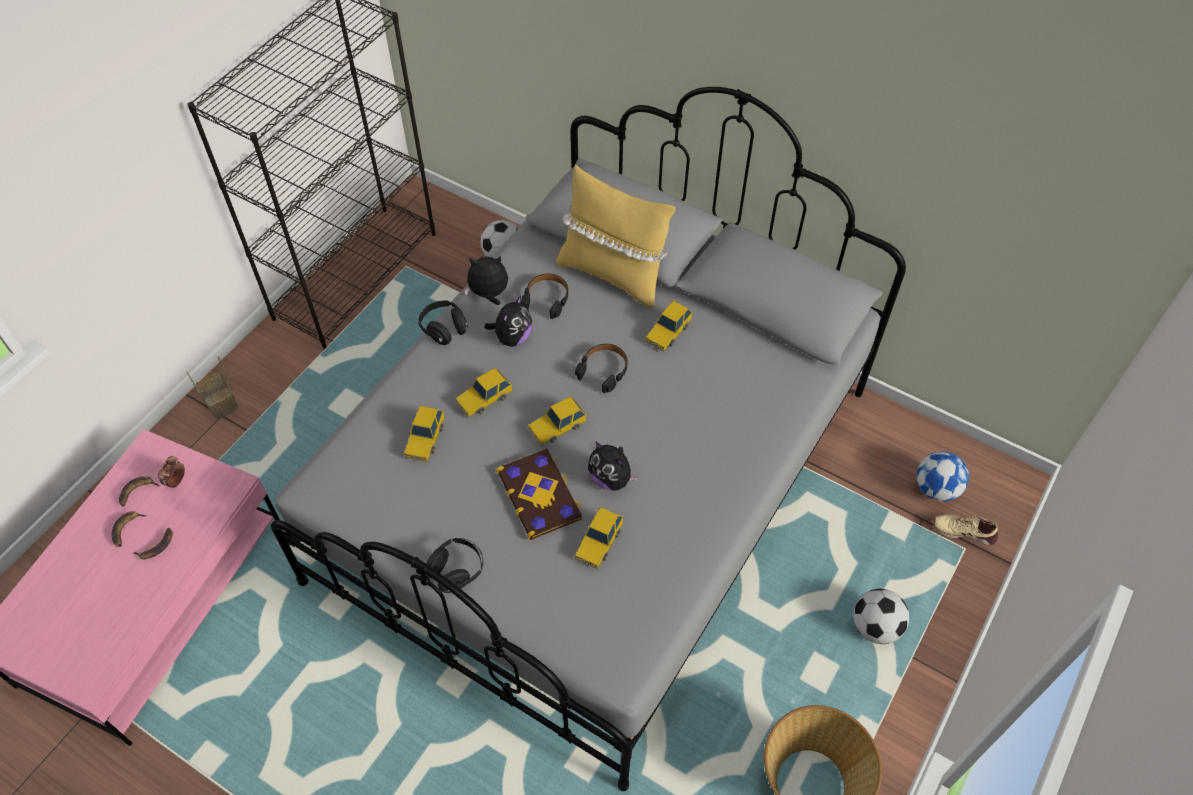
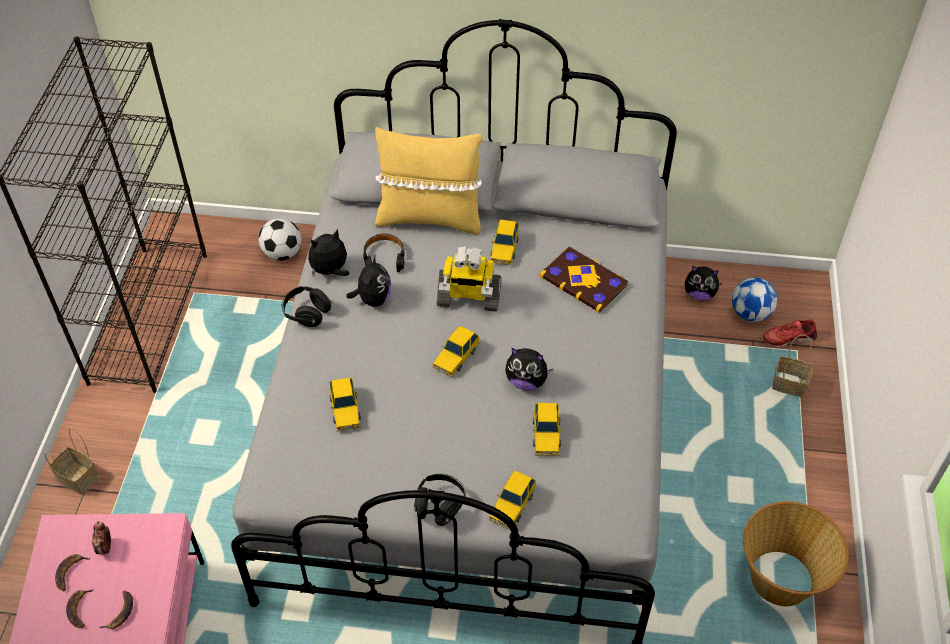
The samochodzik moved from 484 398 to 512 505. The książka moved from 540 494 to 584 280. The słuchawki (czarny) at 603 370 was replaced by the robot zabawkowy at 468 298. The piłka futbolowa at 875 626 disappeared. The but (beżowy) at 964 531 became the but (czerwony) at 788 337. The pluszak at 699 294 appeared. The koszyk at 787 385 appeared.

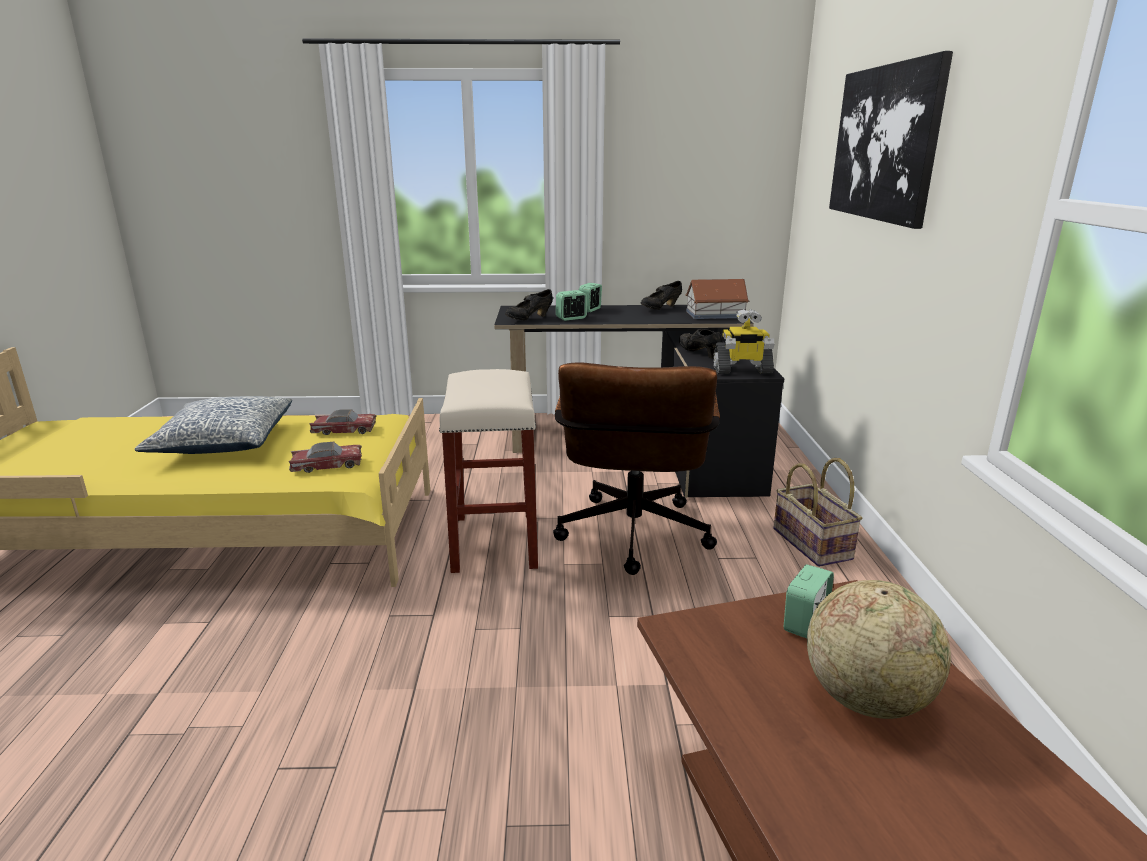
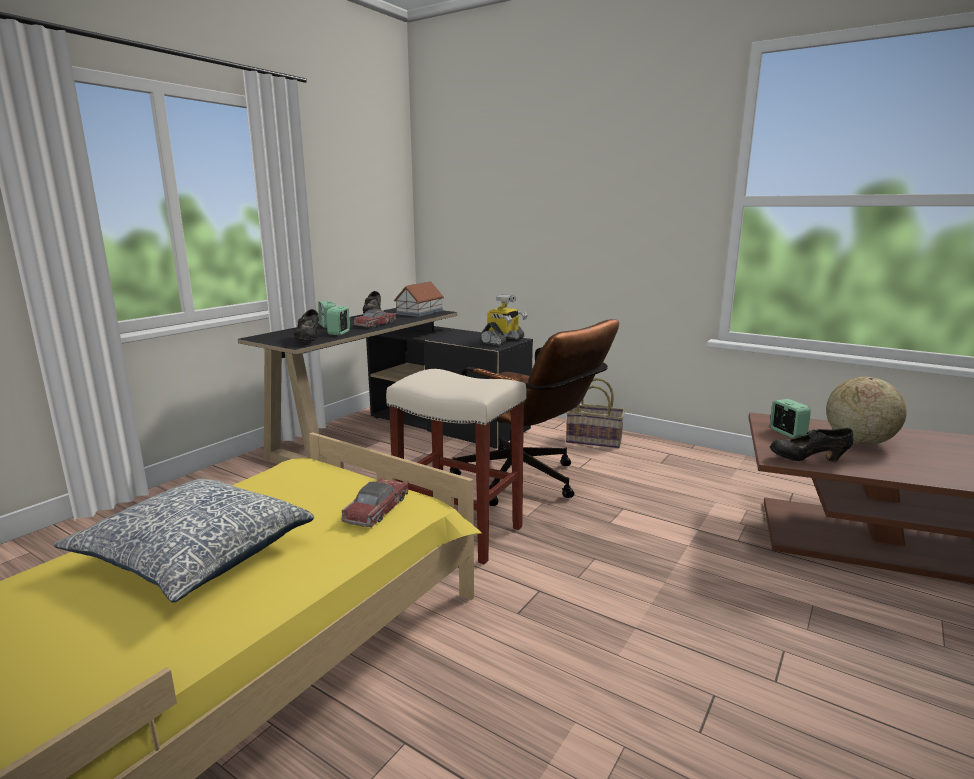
The samochodzik moved from 344 430 to 375 324. The but (czarny) moved from 699 353 to 807 460. The obraz at 884 143 disappeared.

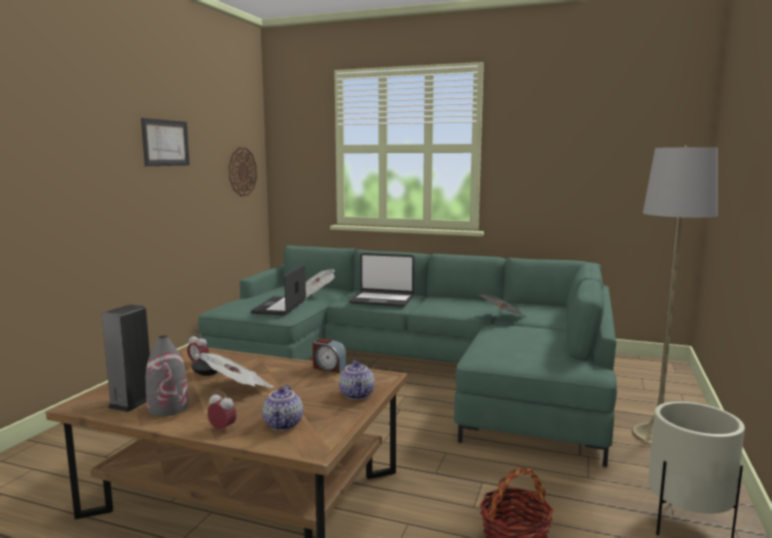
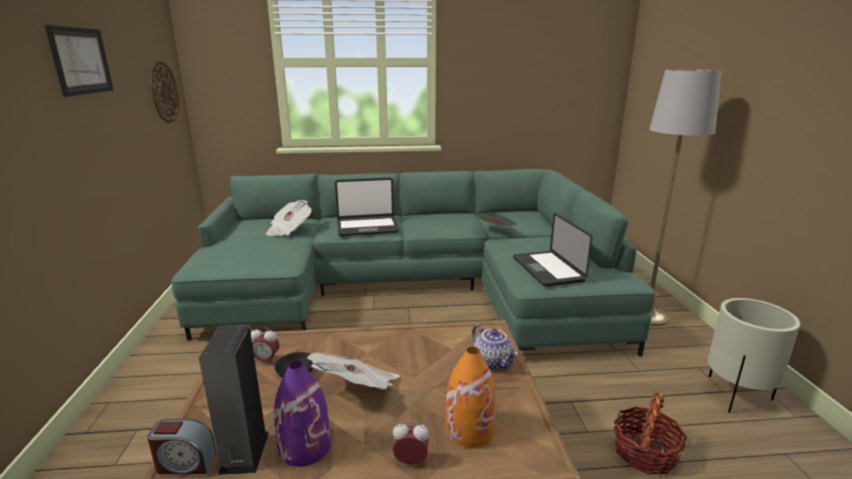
The wazon (szary) at 168 408 became the wazon (fioletowy) at 305 446. The laptop moved from 279 307 to 547 269. The imbryk at 284 425 was replaced by the wazon (pomarańczowy) at 470 429. The budzik moved from 329 368 to 185 463.

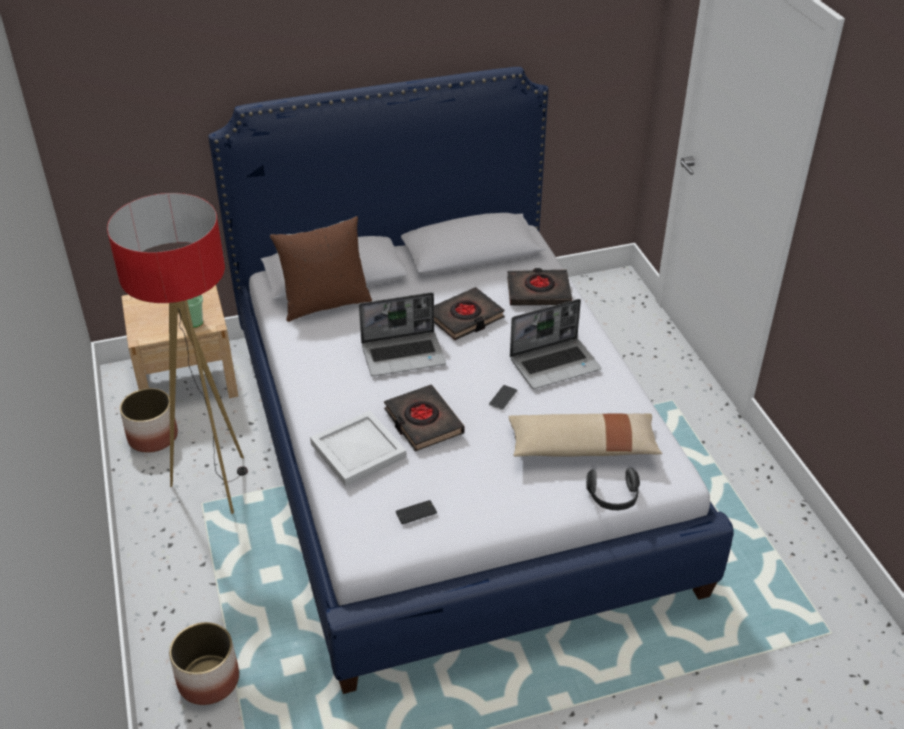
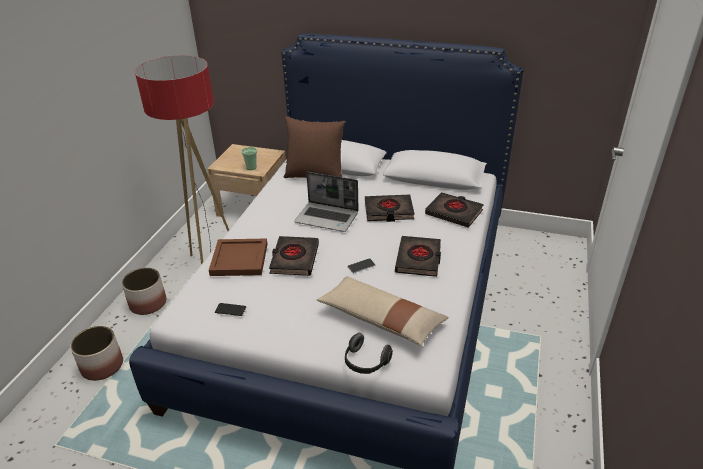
The donica moved from 153 436 to 148 303. The taca (biały) at 360 451 became the taca (brązowy) at 240 260. The laptop at 555 364 was replaced by the książka (czarny) at 418 259.

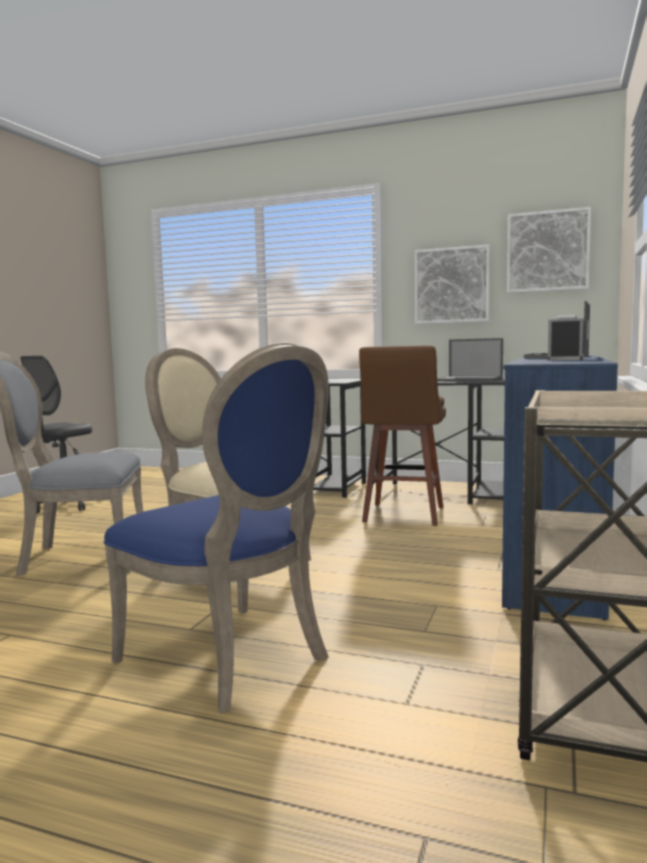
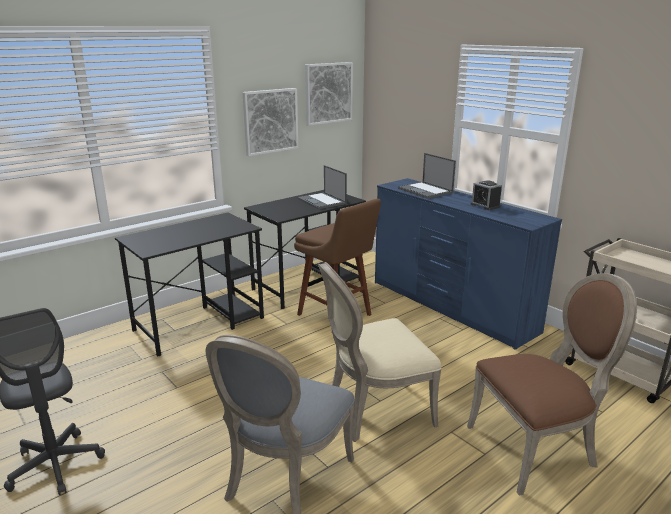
The krzesło (niebieski) at 232 659 became the krzesło (brązowy) at 536 448. The laptop at 471 380 turned 90 degrees clockwise.

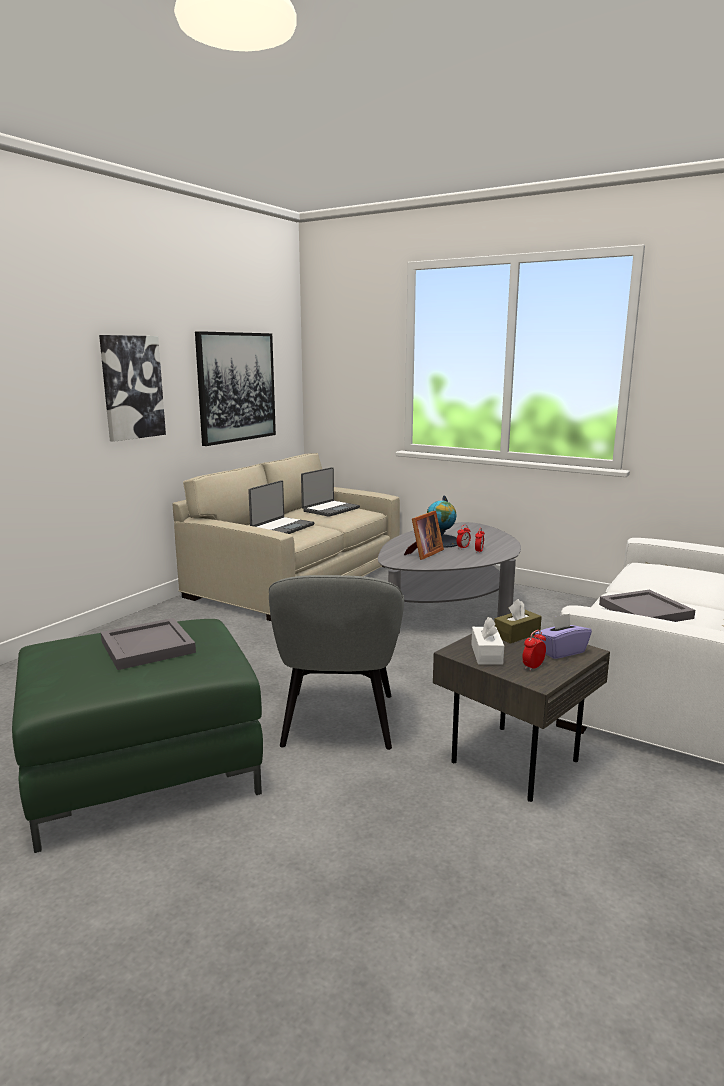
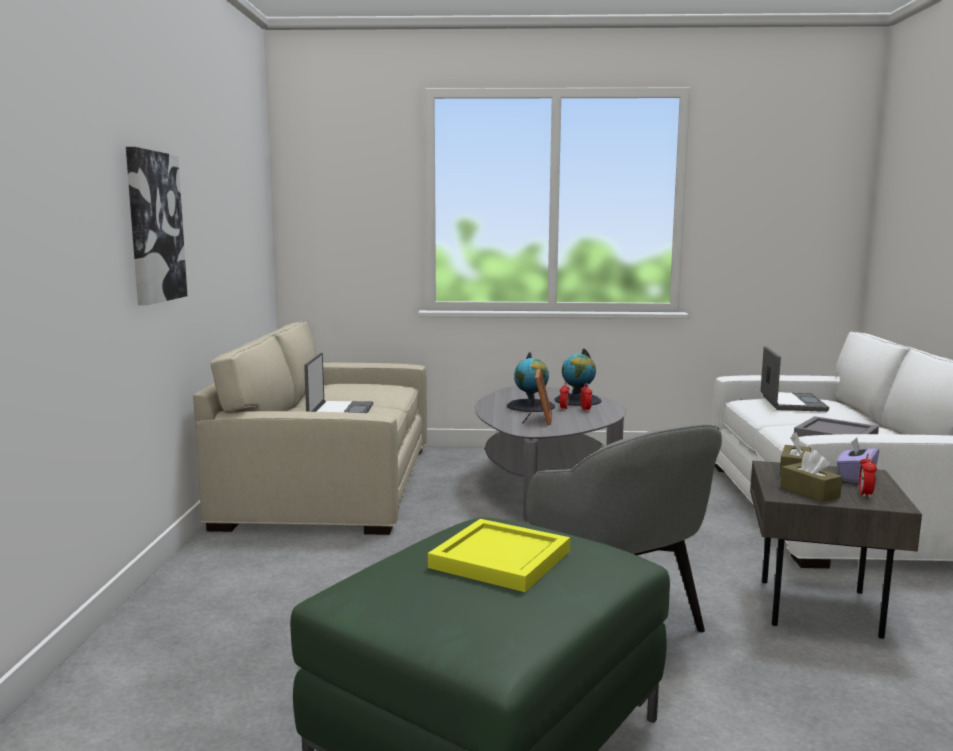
The taca (szary) at 148 646 became the taca (żółty) at 499 558. The obraz at 236 387 disappeared. The laptop moved from 330 509 to 791 403. The pudełko chusteczek (biały) at 486 654 became the pudełko chusteczek (brązowy) at 809 492. The globus at 578 400 appeared.

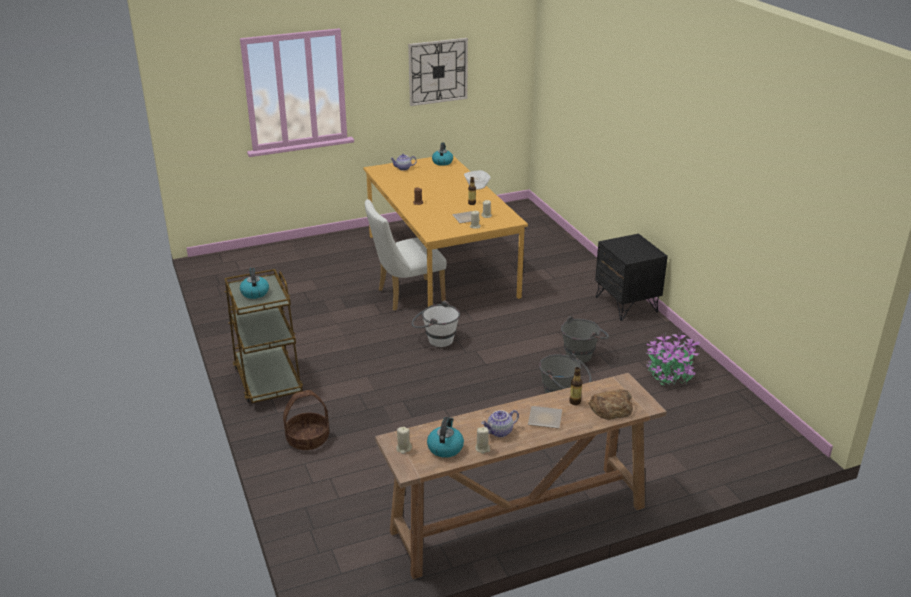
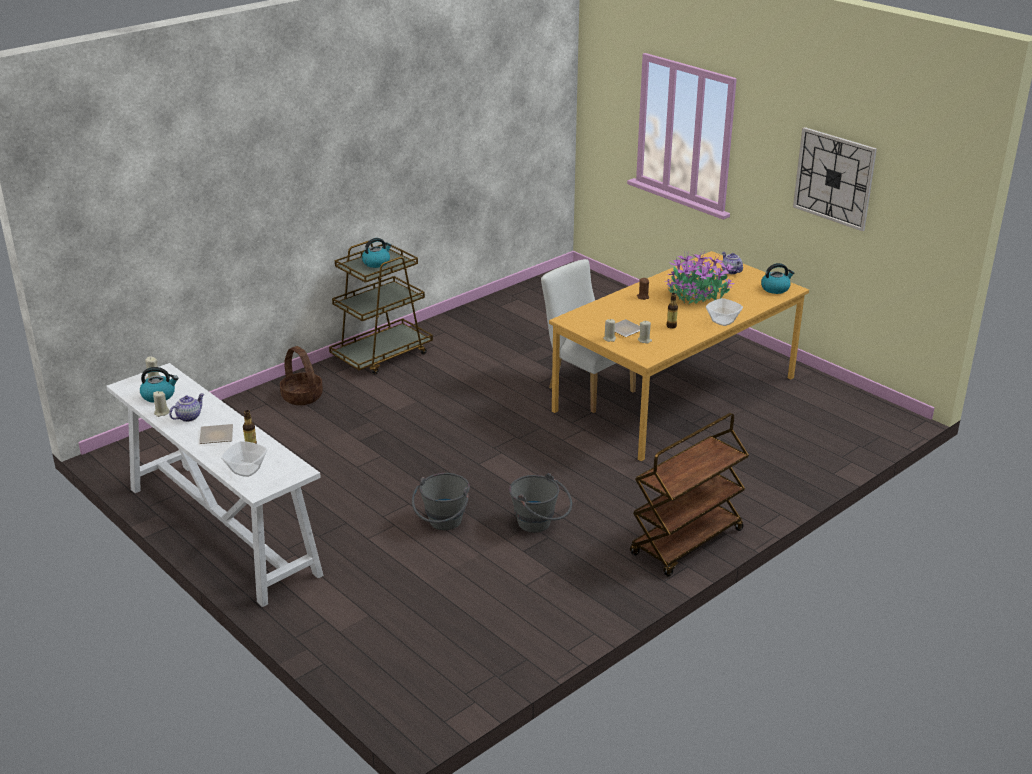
The stolik konsolowy (brązowy) at 517 520 became the stolik konsolowy (biały) at 221 530. The wiadro (biały) at 435 339 disappeared. The imbryk at 500 432 turned 90 degrees clockwise. The chleb at 611 408 was replaced by the miska at 247 469. The szafka nocna (czarny) at 627 304 was replaced by the wózek (brązowy) at 687 543. The roślina doniczkowa moved from 670 374 to 698 296.

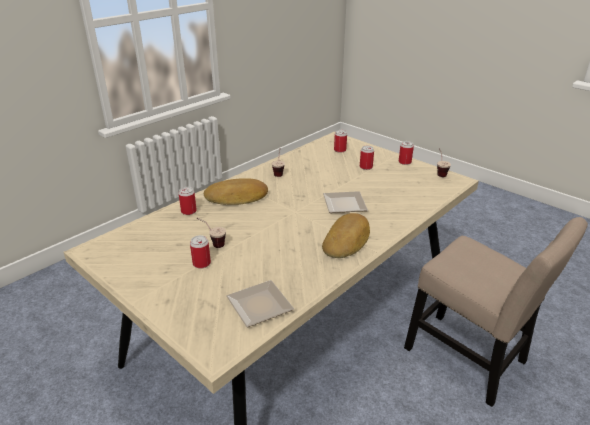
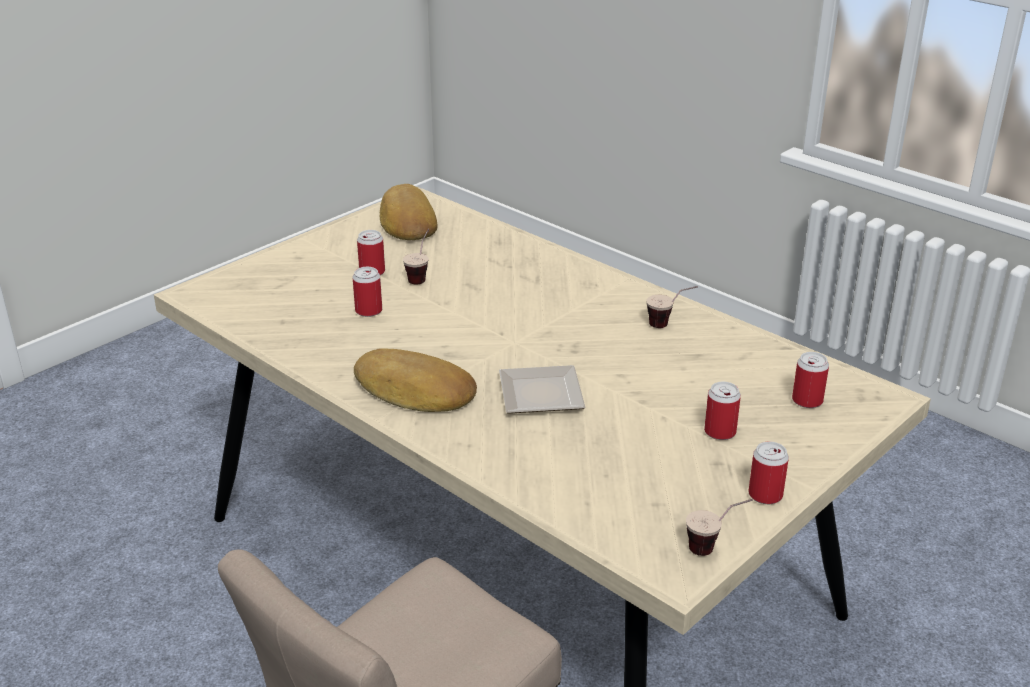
The puszka moved from 188 211 to 368 311. The chleb moved from 237 197 to 406 222. The talerz at 257 305 disappeared.

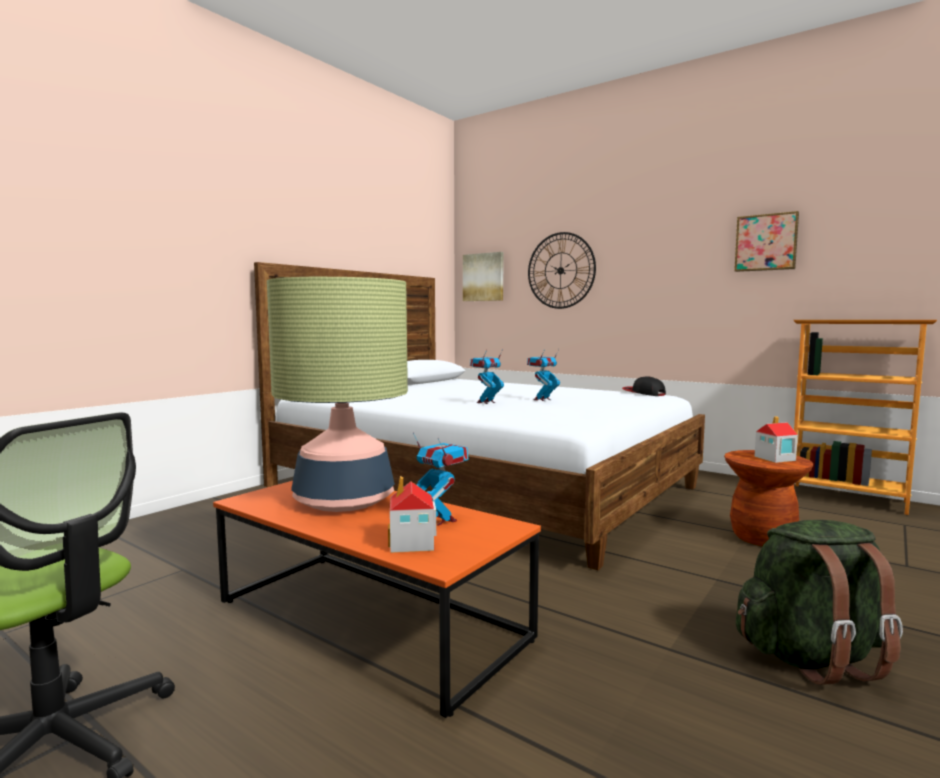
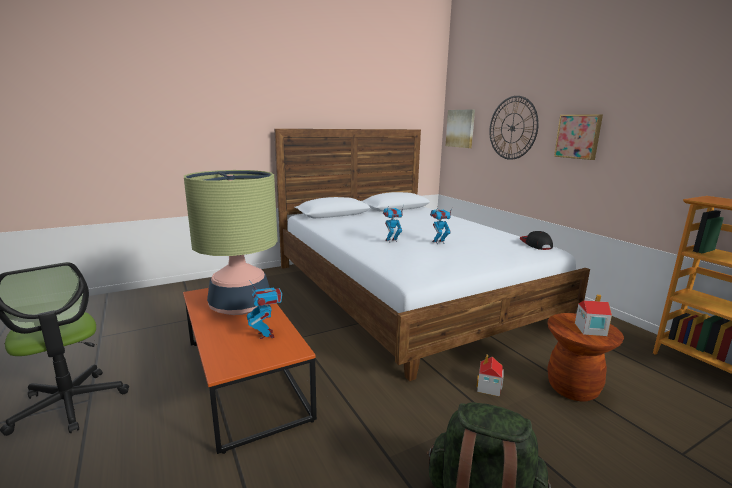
The domek moved from 412 543 to 488 388. The obraz moved from 766 242 to 578 136.

